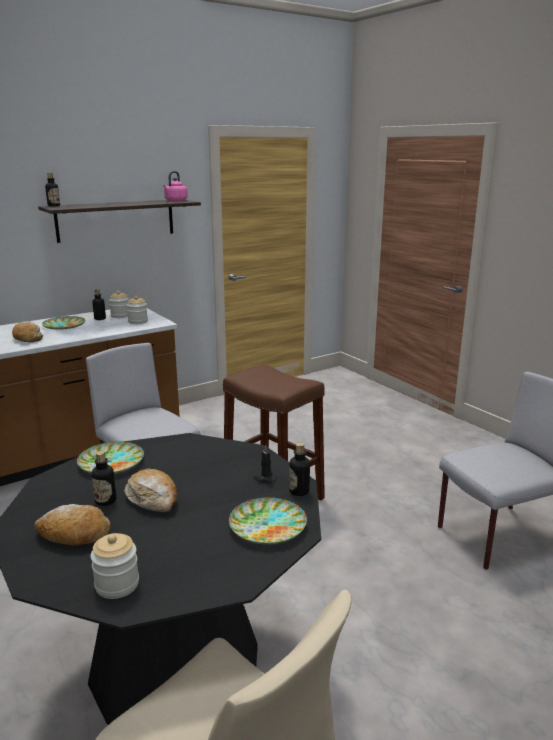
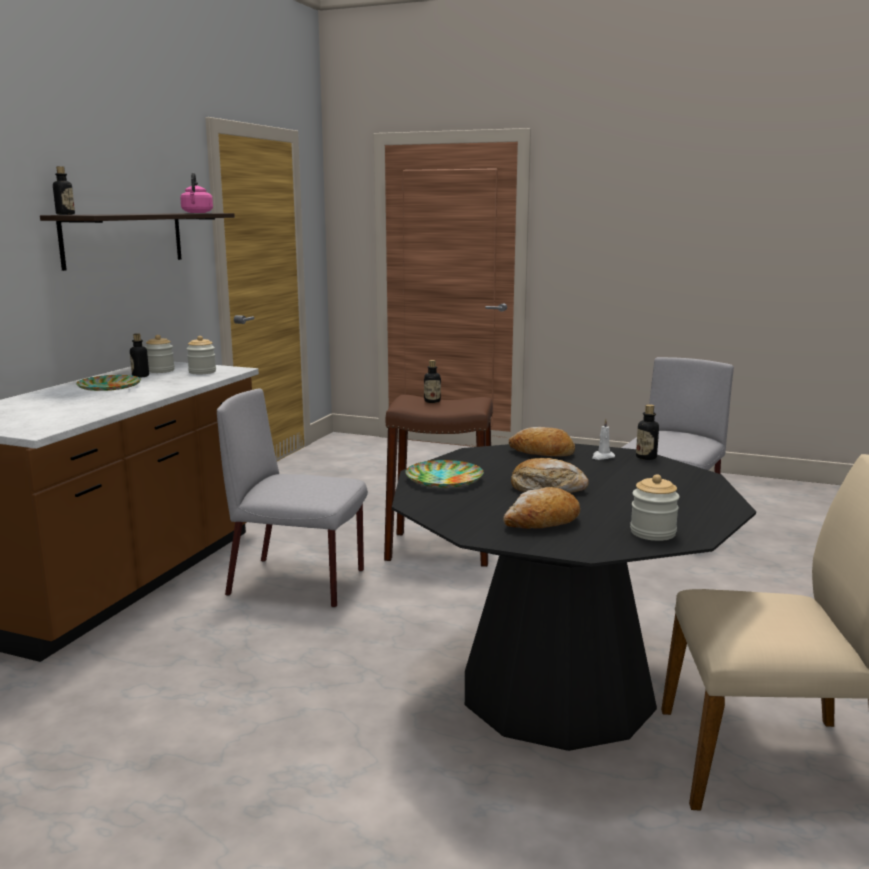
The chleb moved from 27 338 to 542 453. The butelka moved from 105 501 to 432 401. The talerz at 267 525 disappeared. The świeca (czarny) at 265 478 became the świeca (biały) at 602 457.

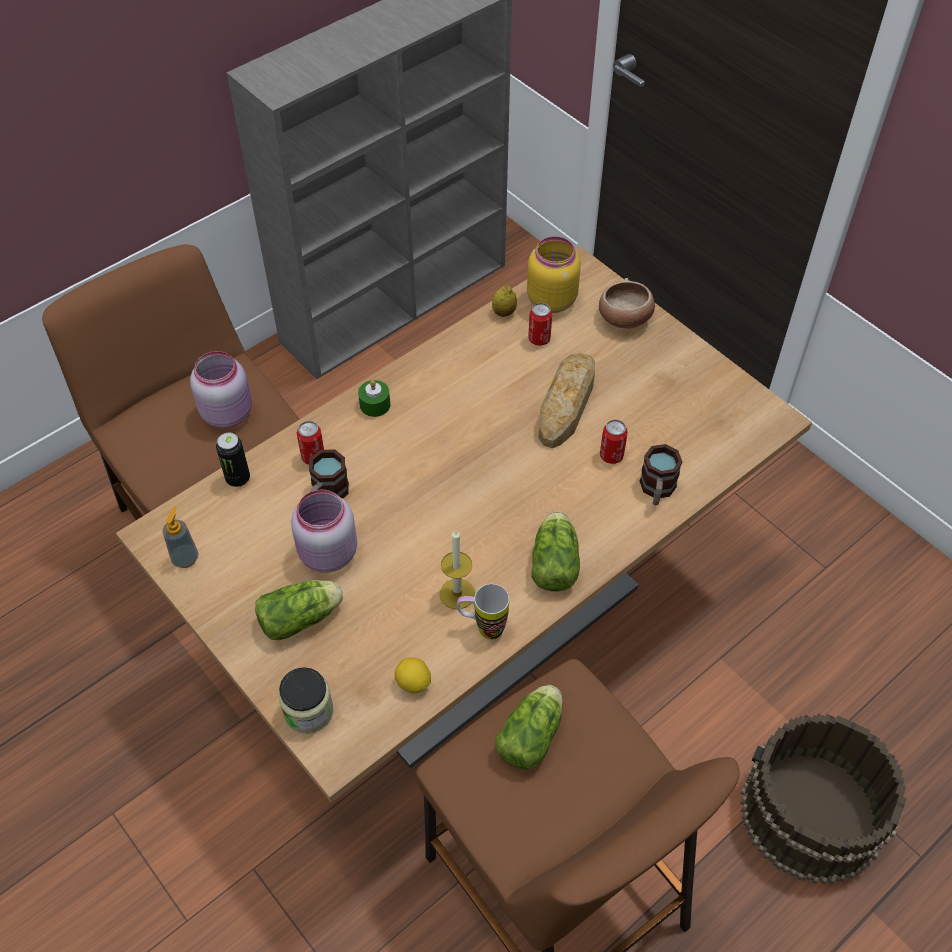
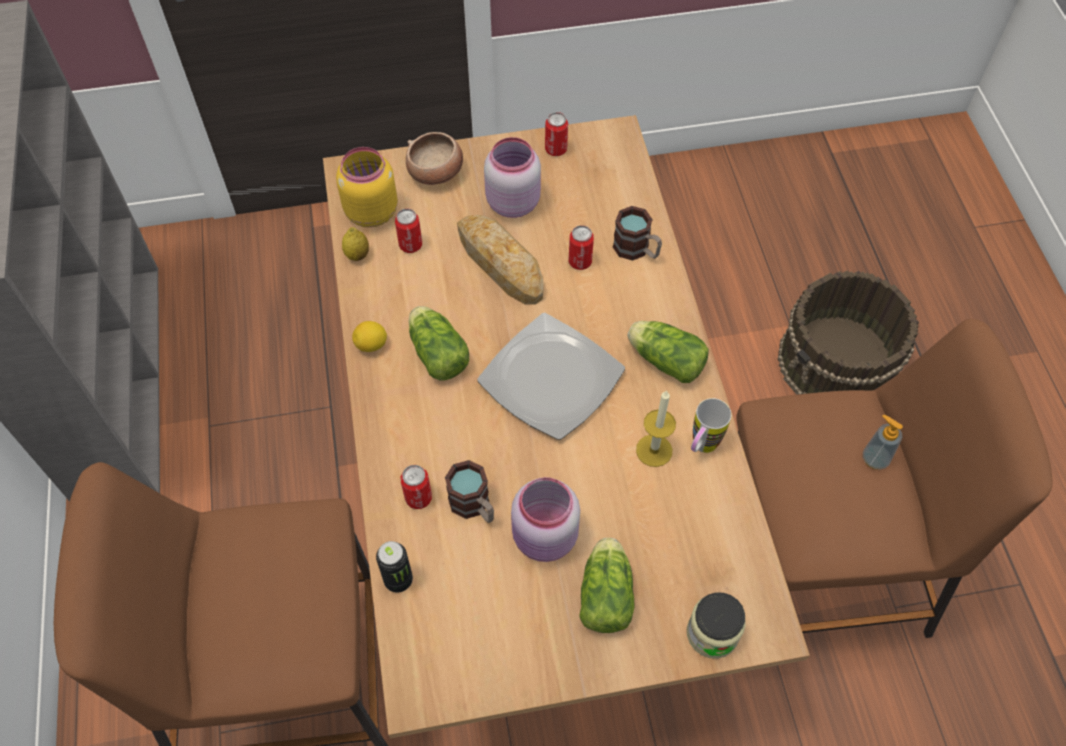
The dozownik mydła moved from 185 558 to 875 459. The słoik (różowy) moved from 228 412 to 512 202. The świeca (zielony) at 375 405 disappeared. The cytryna moved from 413 683 to 371 345. The sałata moved from 532 734 to 437 352. The talerz at 552 379 appeared. The puszka at 556 149 appeared.

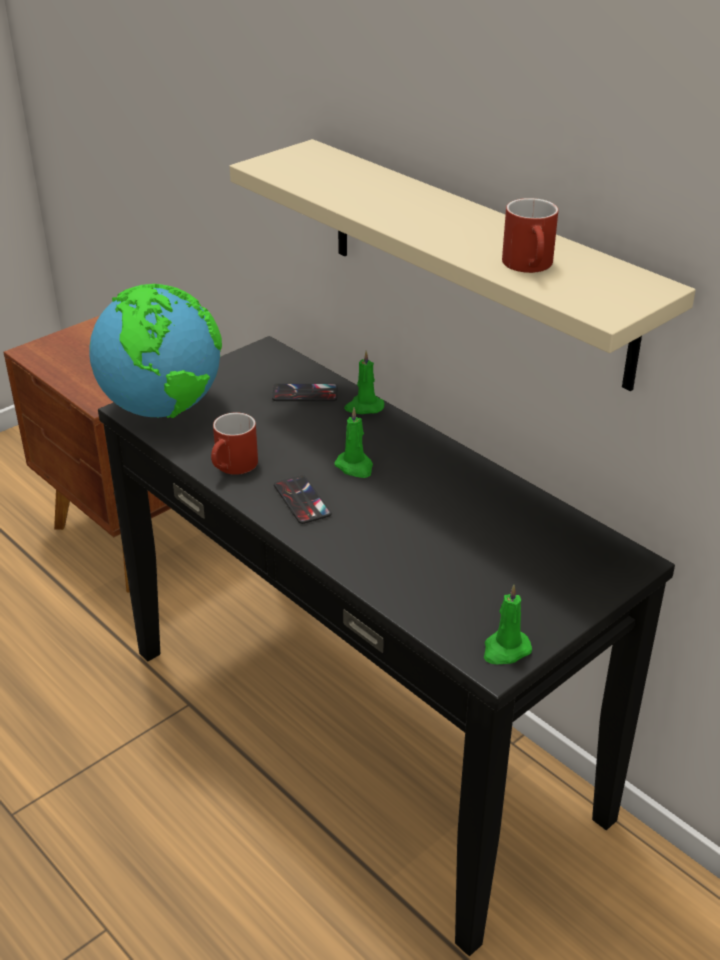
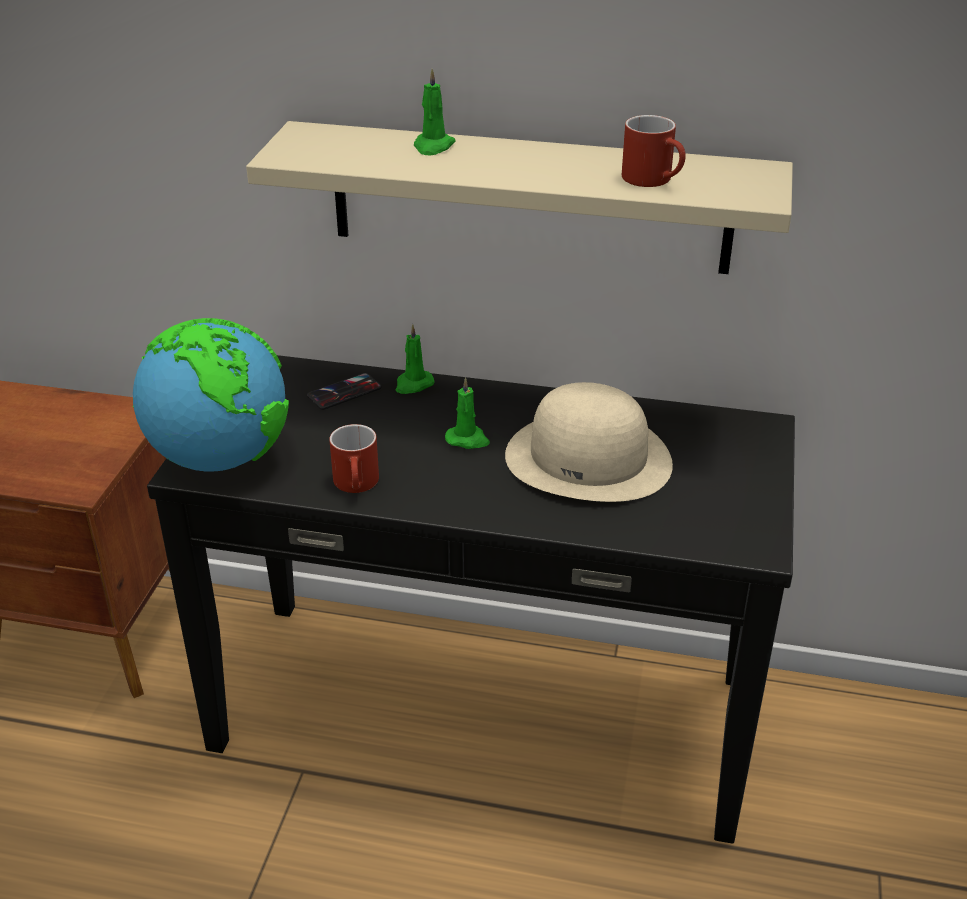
The telefon at 302 500 disappeared. The świeca (zielony) moved from 505 650 to 433 146. The kapelusz (beżowy) at 589 458 appeared.

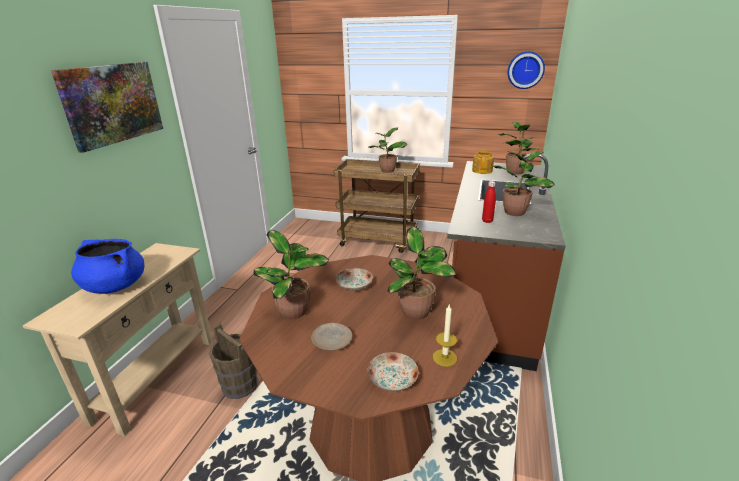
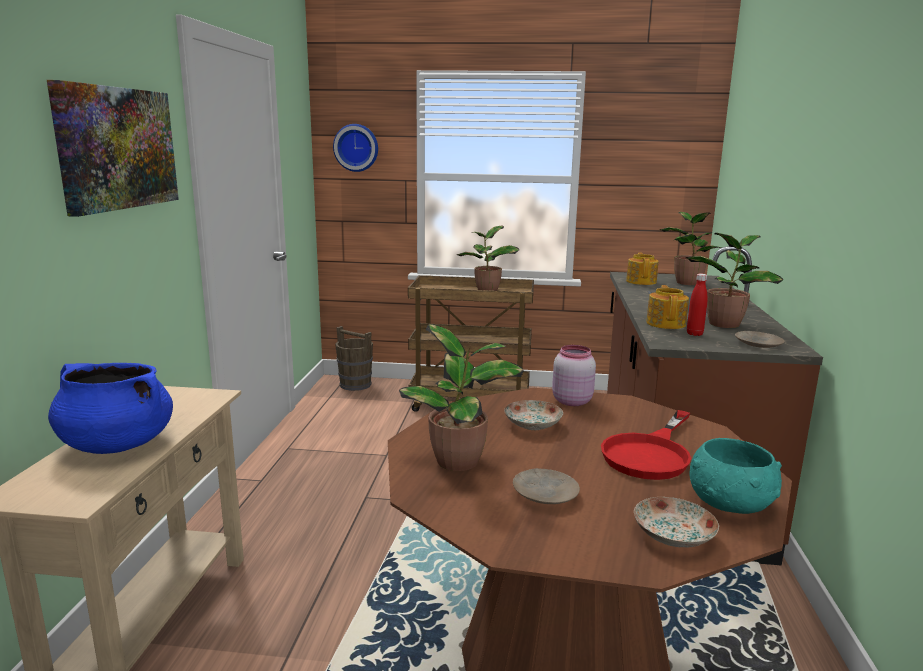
The wiadro (brązowy) moved from 239 385 to 355 384. The roślina doniczkowa at 416 313 was replaced by the patelnia (czerwony) at 650 453. The świeca at 444 357 was replaced by the miska (turkusowy) at 731 504. The zegar ścienny moved from 525 70 to 356 147. The słoik (różowy) at 571 401 appeared. The imbryk at 666 323 appeared. The talerz (beżowy) at 757 344 appeared.

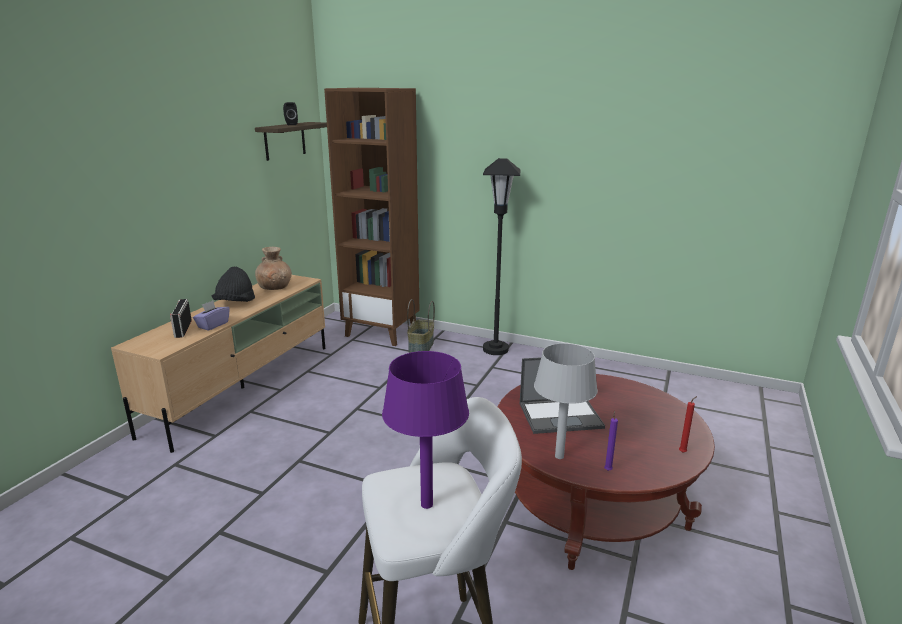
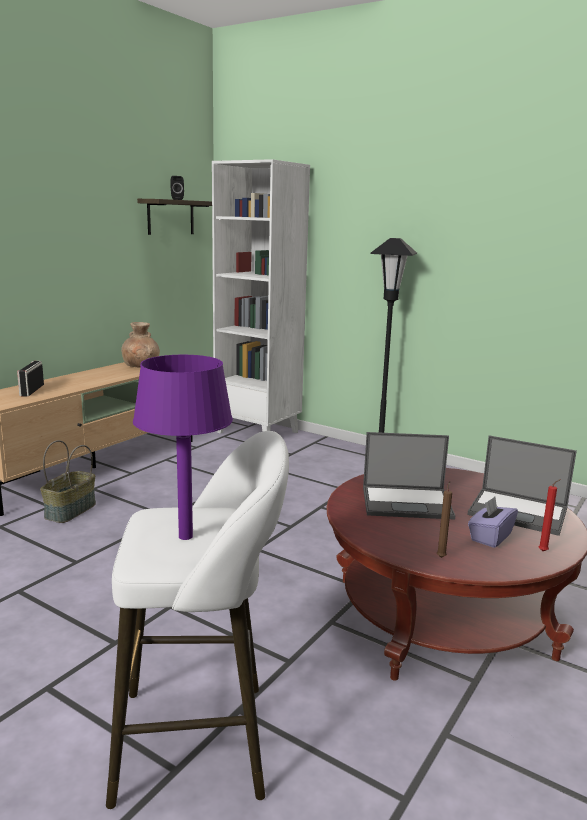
The pudełko chusteczek (fioletowy) moved from 213 325 to 490 537. The kapelusz (czarny) at 235 303 disappeared. The regał (brązowy) at 382 332 became the regał (biały) at 258 432. The koszyk moved from 421 347 to 71 511. The lampa stołowa (szary) at 559 456 disappeared. The świeca (fioletowy) at 608 469 became the świeca (brązowy) at 441 556. The laptop at 519 512 appeared.

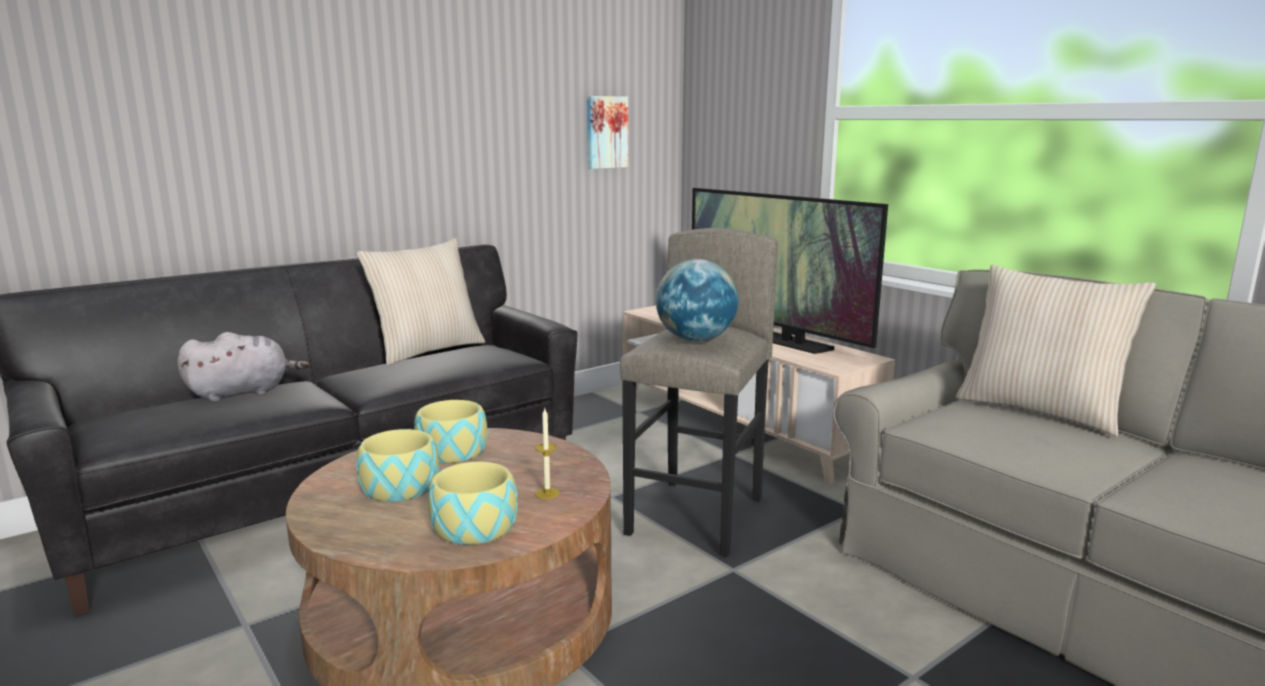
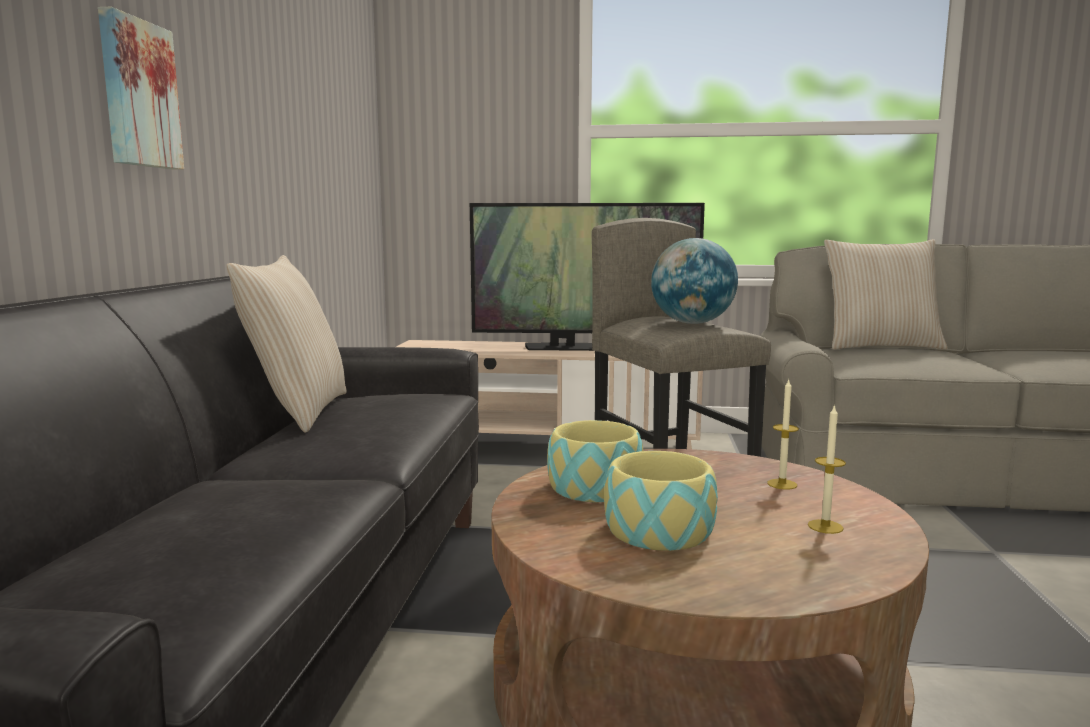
The pluszak (szary) at 244 393 disappeared. The miska at 473 525 was replaced by the świeca at 825 526. The obraz moved from 605 132 to 137 94.

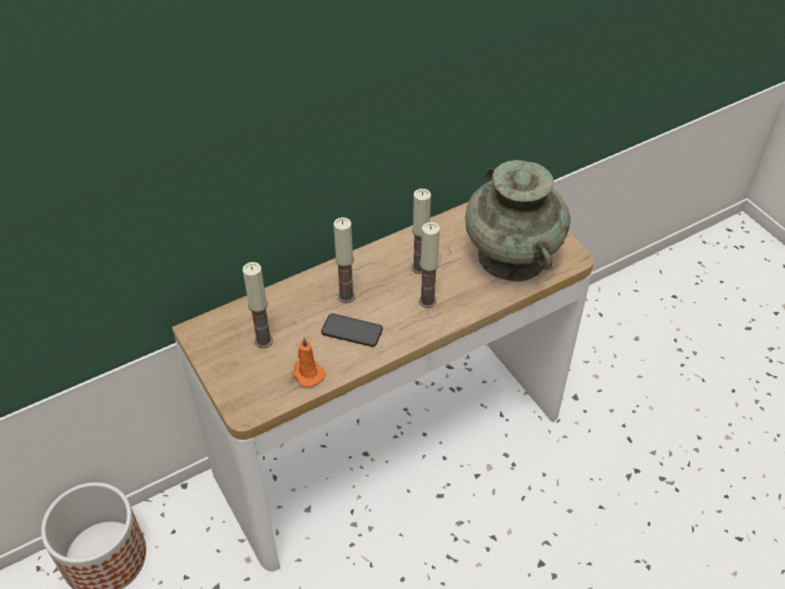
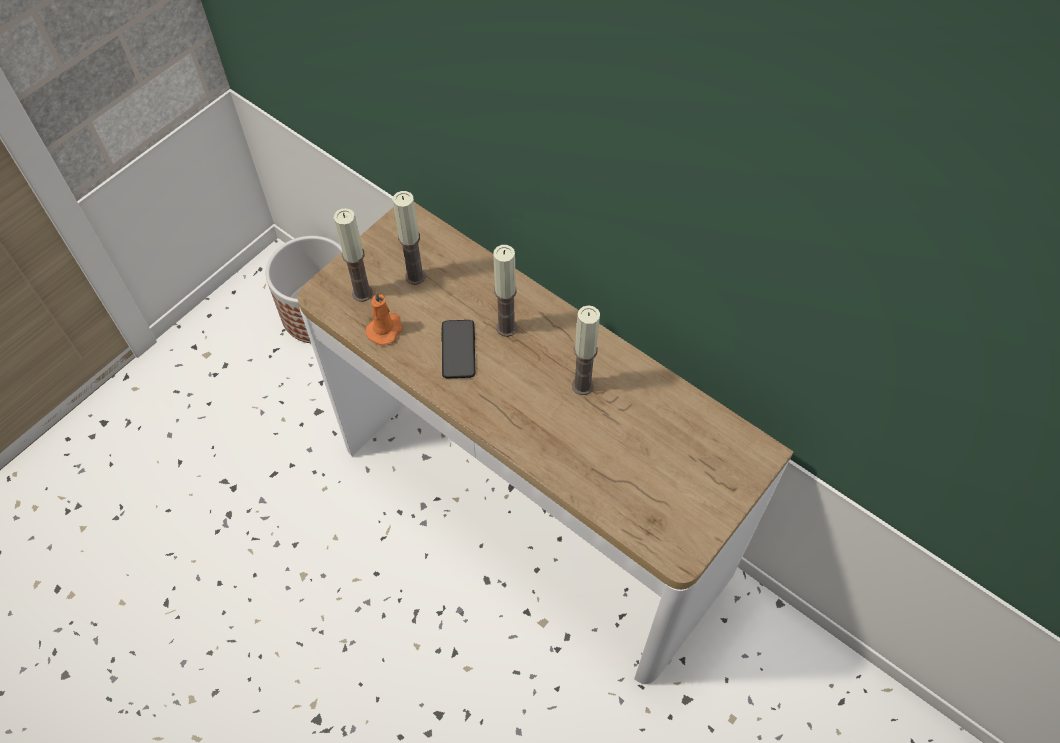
The świeca moved from 427 301 to 362 293. The wazon (turkusowy) at 511 256 disappeared.

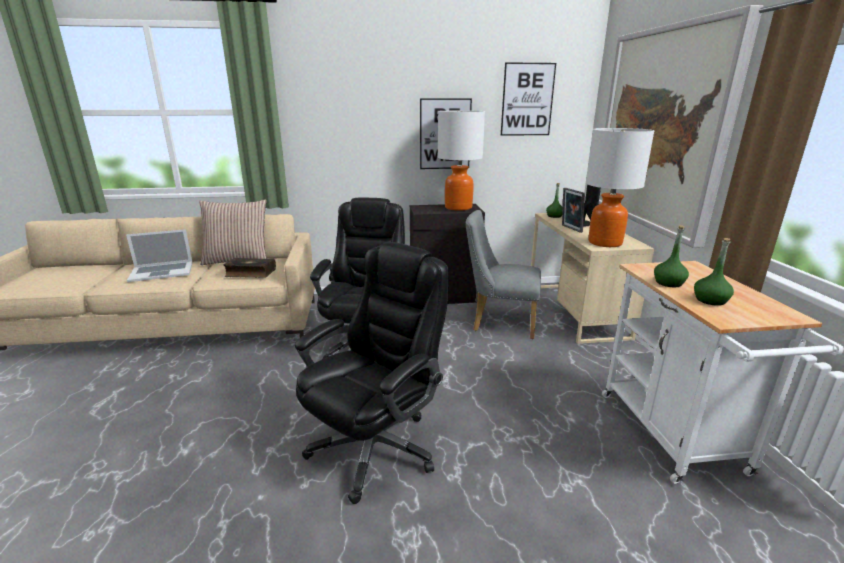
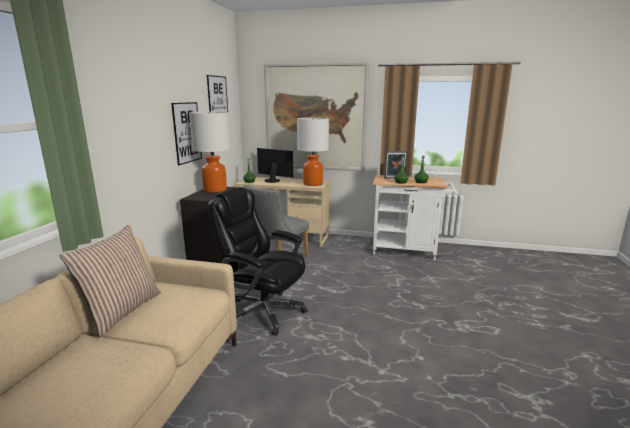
The laptop at 162 271 disappeared. The książka at 250 273 disappeared. The krzesło biurowe (czarny) at 375 446 disappeared. The ramka na zdjęcie moved from 570 229 to 394 178.

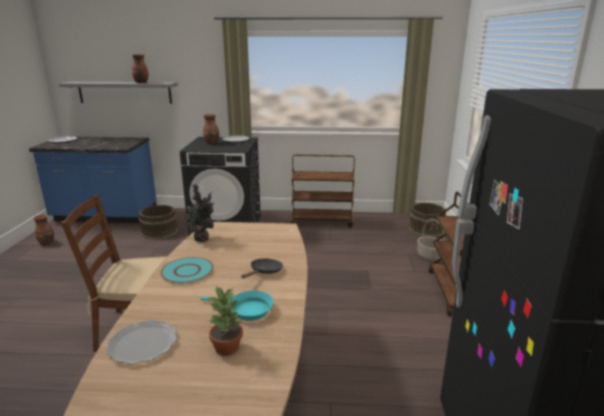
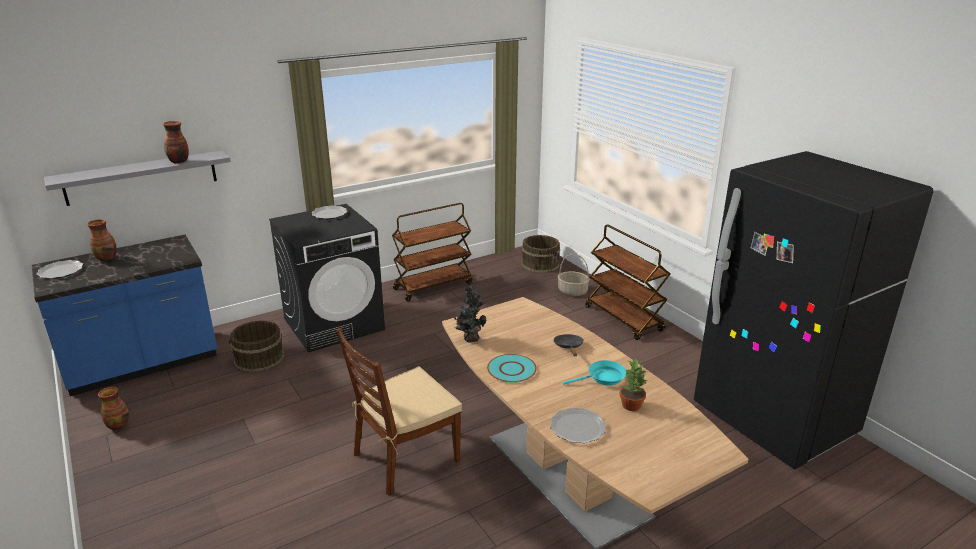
The wazon moved from 212 142 to 107 258.

